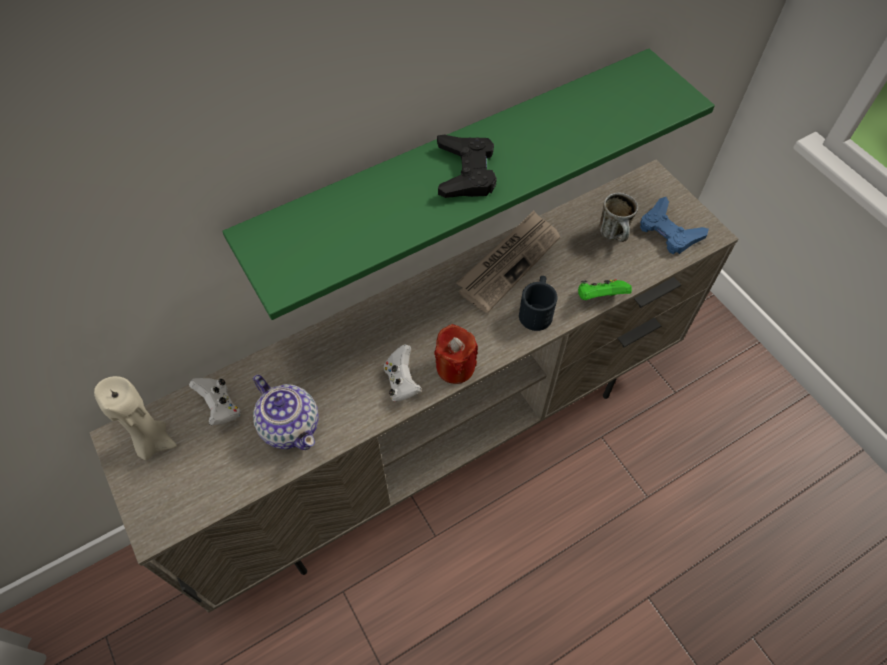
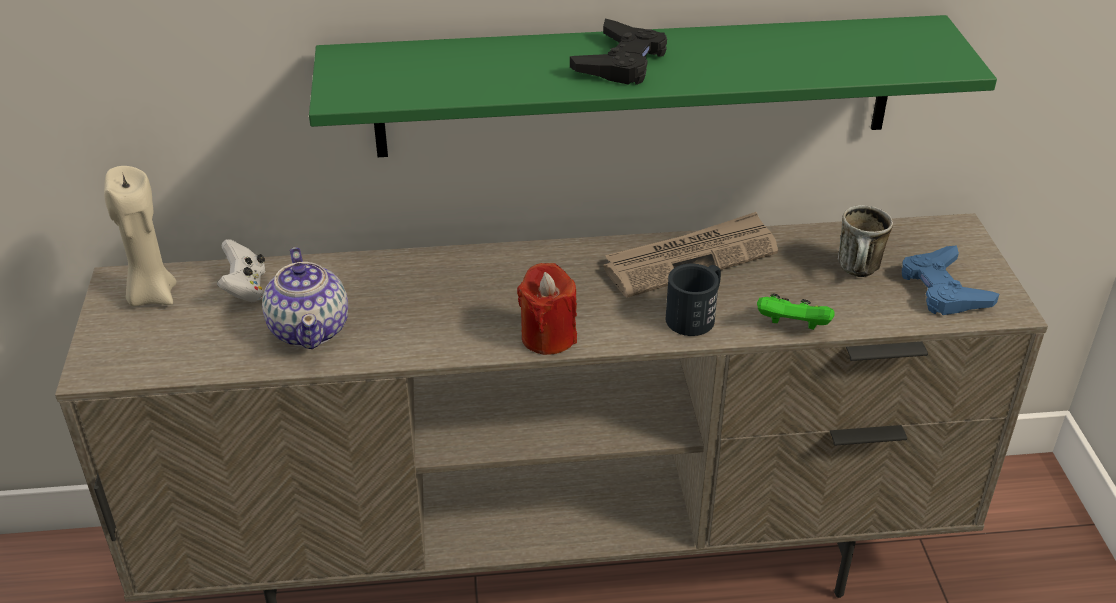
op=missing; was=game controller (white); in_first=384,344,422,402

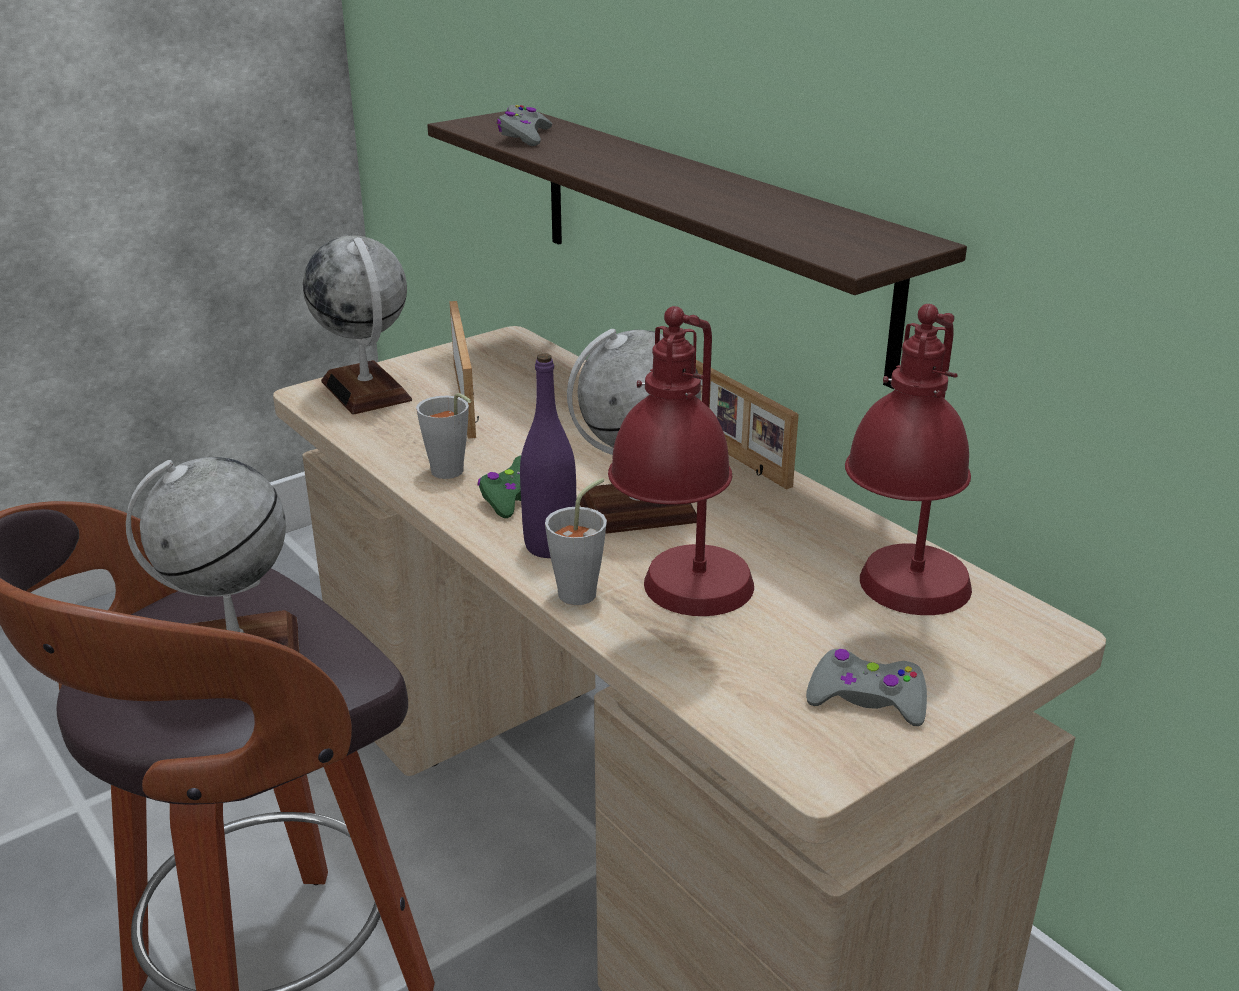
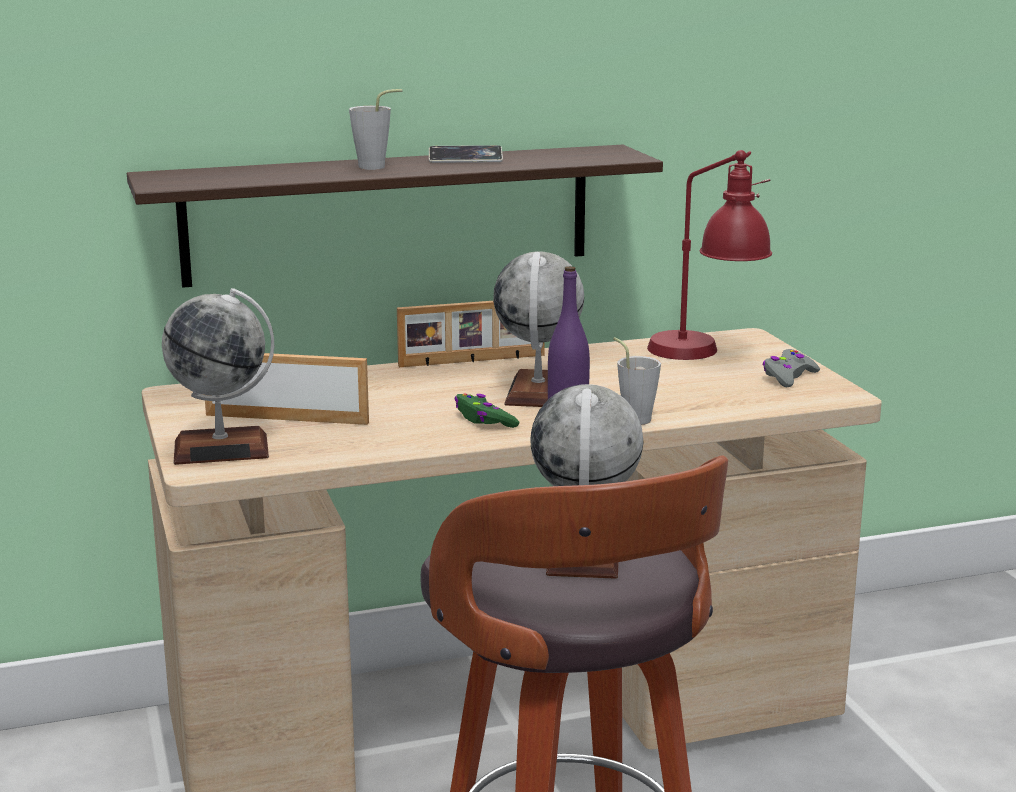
op=missing; was=game controller (grey); in_first=497,105,552,146
op=missing; was=table lamp (red); in_first=608,306,754,616
op=appeared; now=phone; in_second=429,145,503,163
op=relocated; was=cup (grey); in_first=416,393,471,479; in_second=349,89,402,170

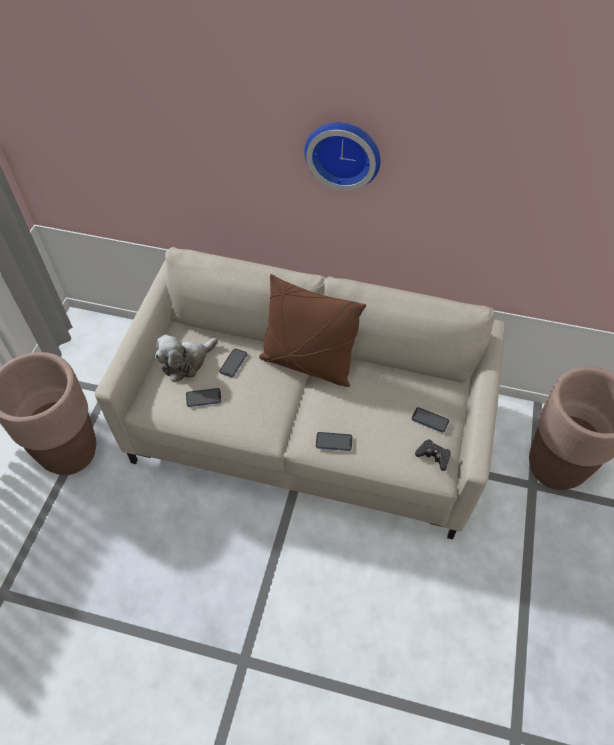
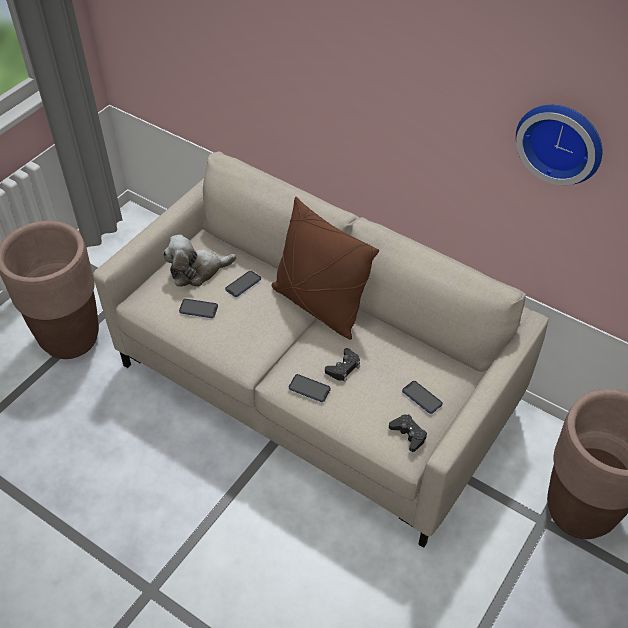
op=appeared; now=game controller (black); in_second=325,348,360,382
op=relocated; was=wall clock; in_first=305,122,381,191; in_second=516,105,602,185

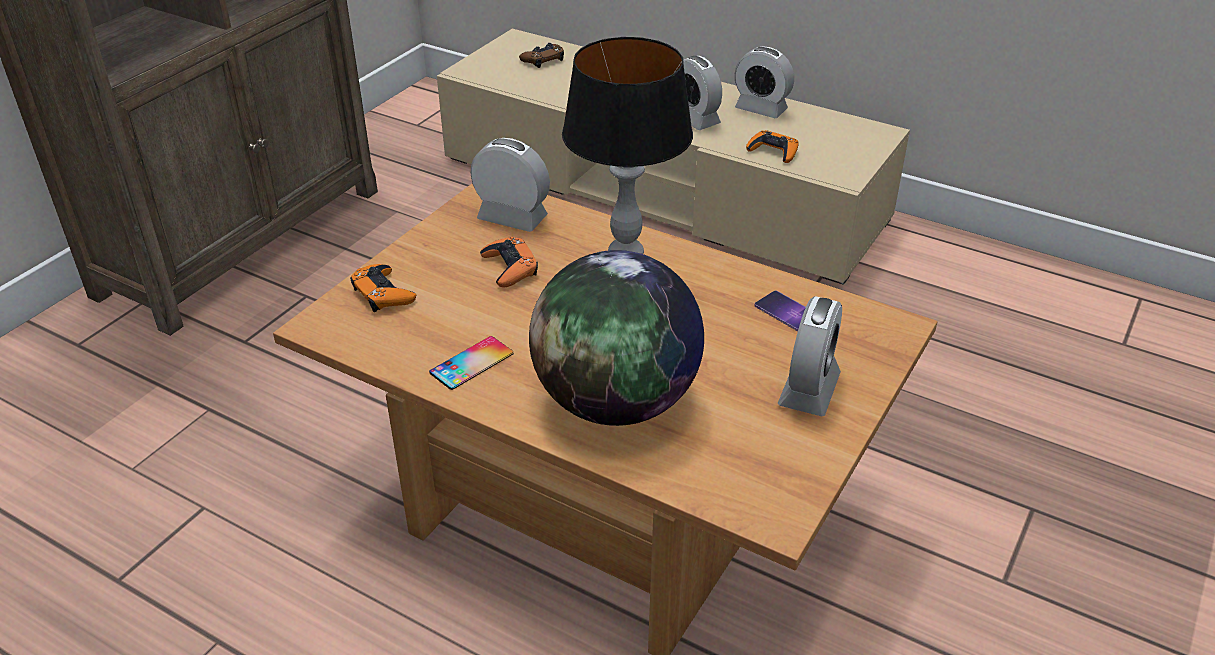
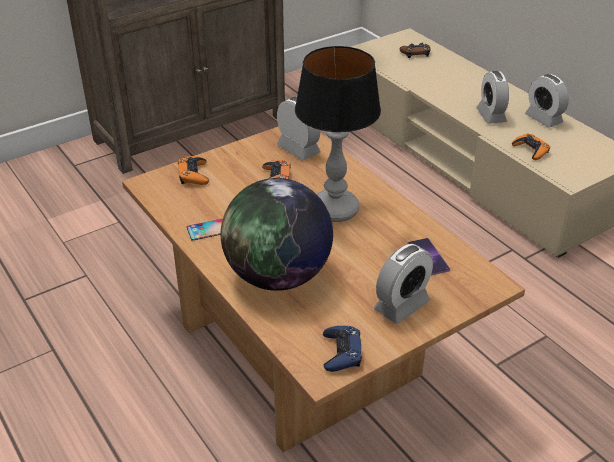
op=appeared; now=game controller (blue); in_second=323,326,362,372

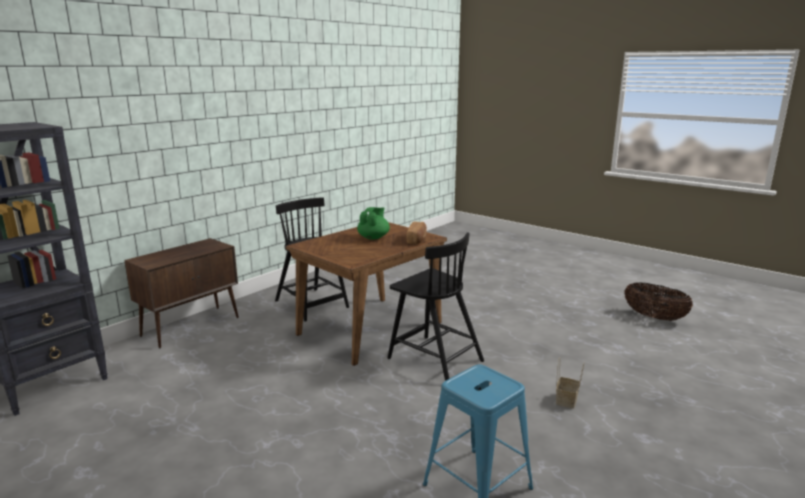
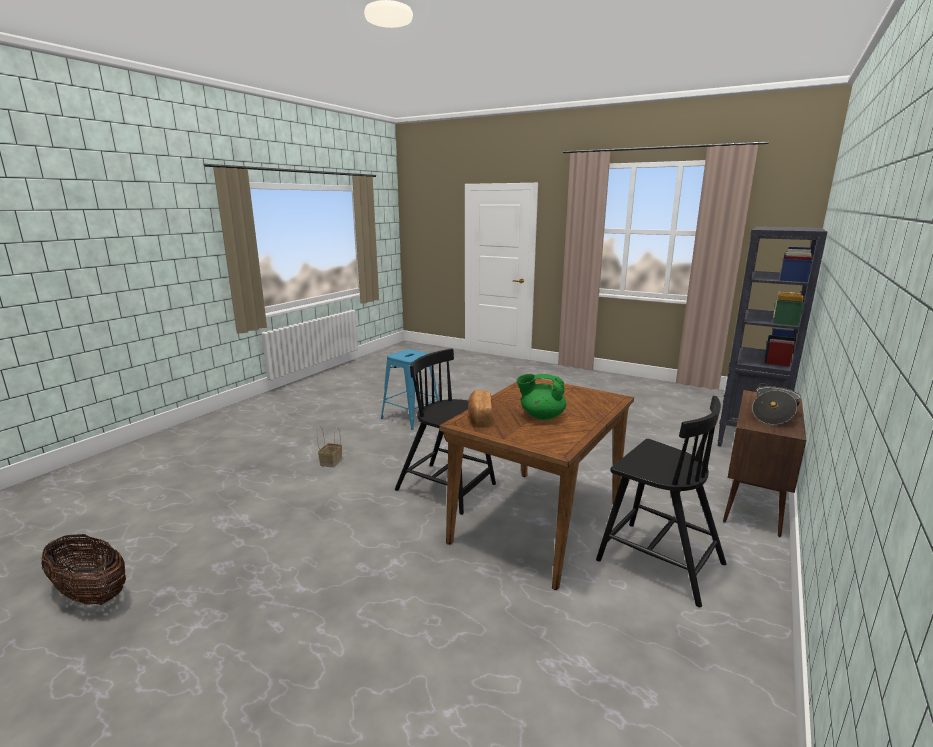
op=appeared; now=cooking pot; in_second=752,383,801,425
op=spun; was=teapot (green); in_first=357,207,390,240; in_second=517,374,566,420; clockwise=90

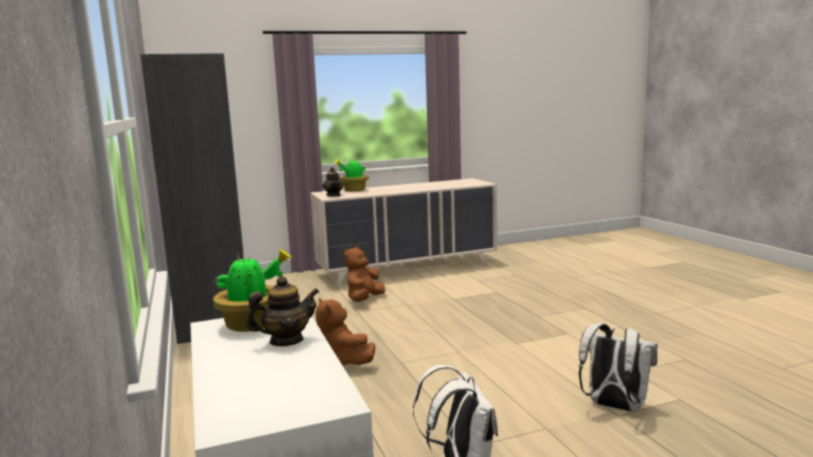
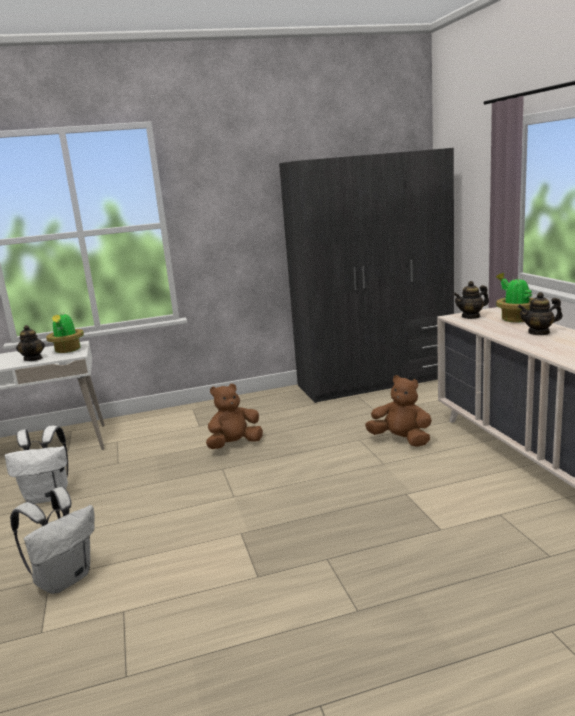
op=appeared; now=teapot; in_second=518,292,562,335

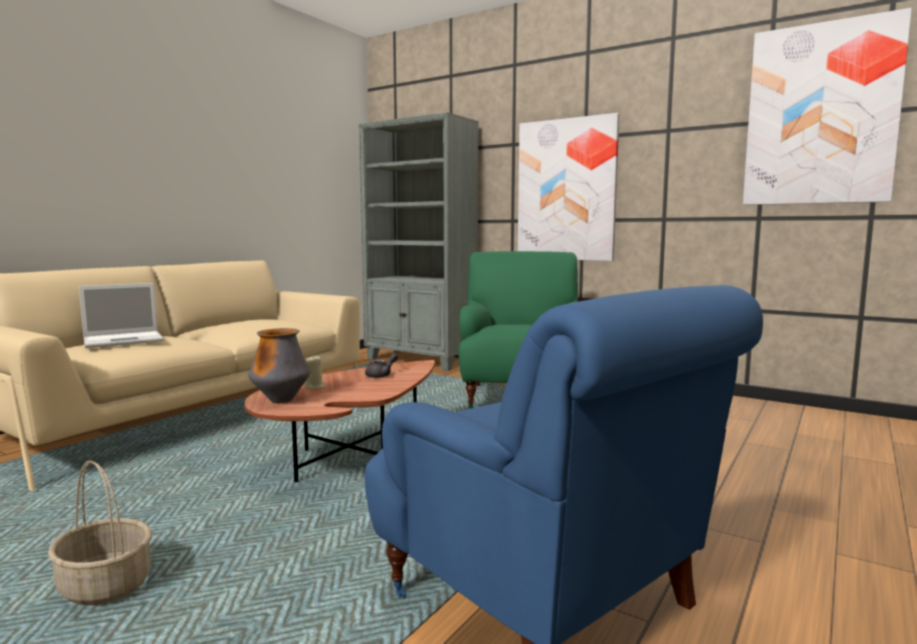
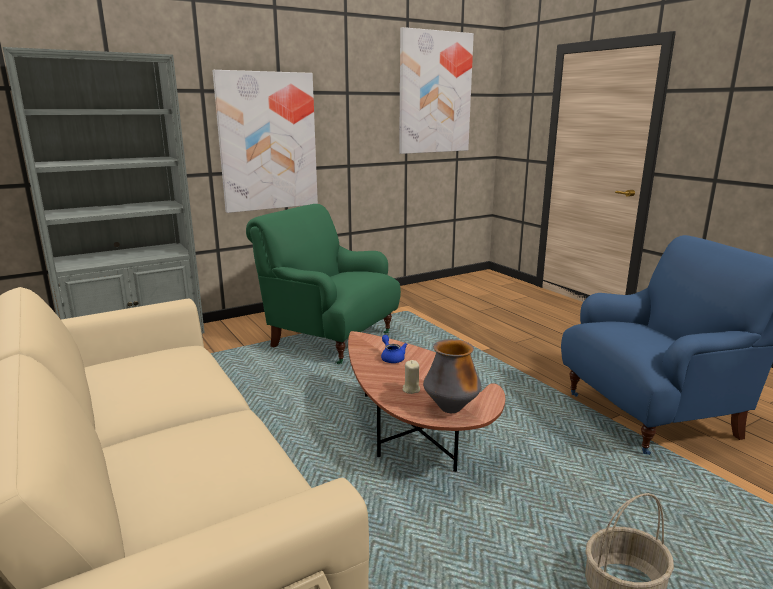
op=missing; was=laptop; in_first=79,283,164,348
op=colour; was=teapot (grey); now=teapot (blue); in_first=365,353,398,378; in_second=381,335,407,363

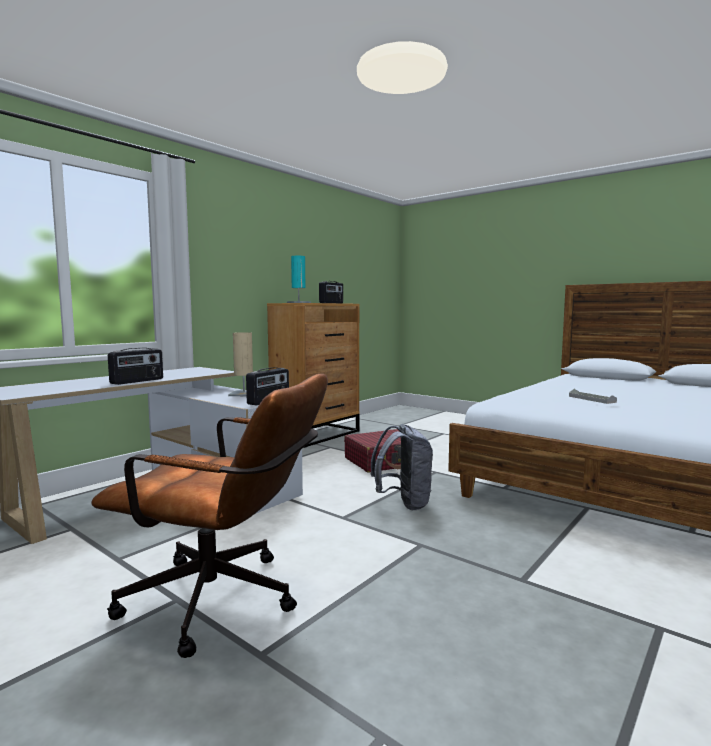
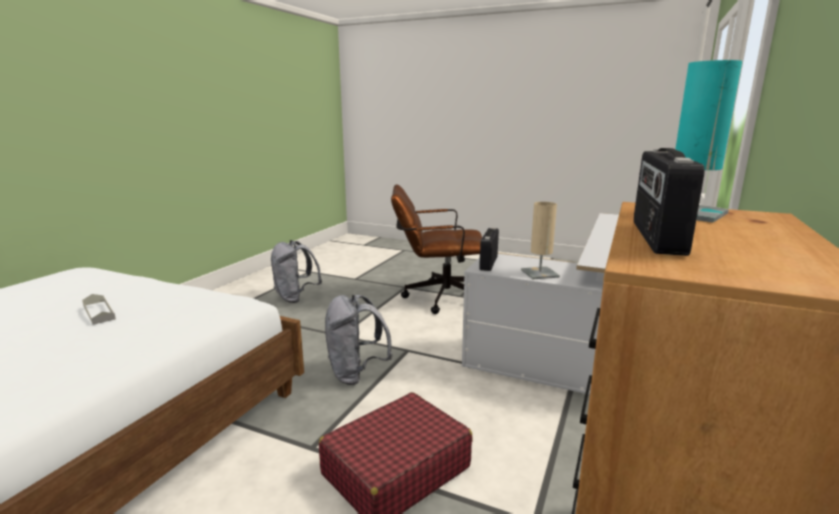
op=missing; was=radio; in_first=108,348,163,385
op=appeared; now=backpack (grey); in_second=271,240,322,303

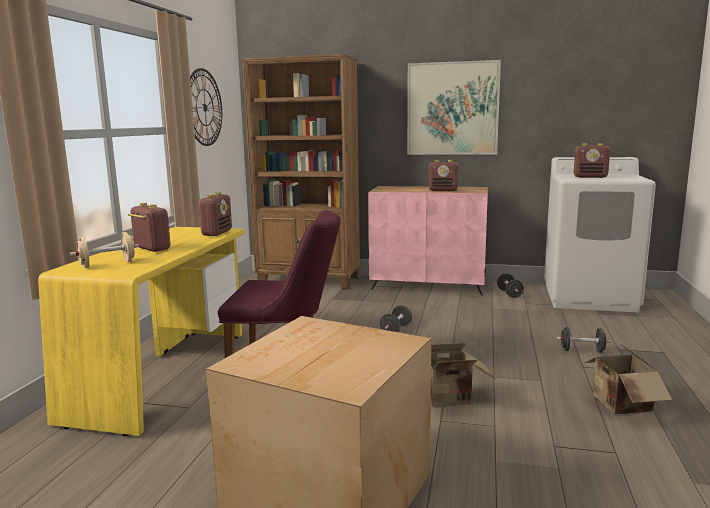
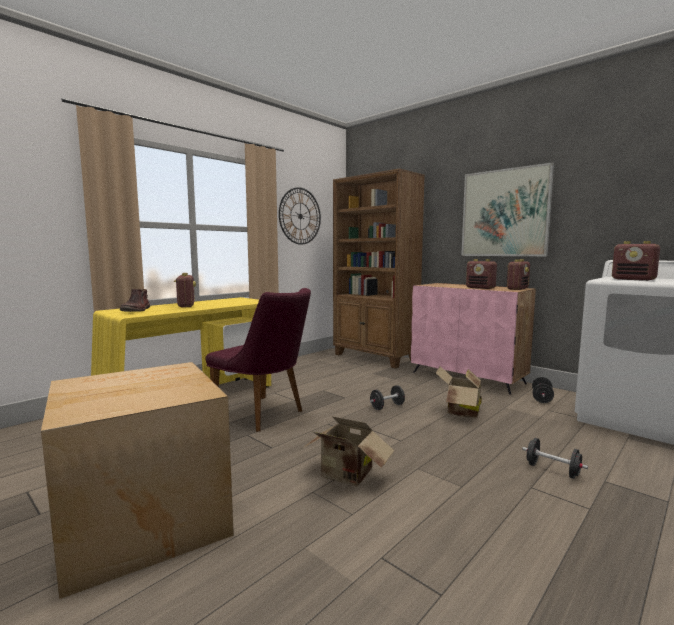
op=relocated; was=radio; in_first=198,192,232,236; in_second=507,259,530,290
op=relocated; was=cardboard box; in_first=584,343,672,415; in_second=436,366,482,418
op=exchanged; was=dumbbell (beige); now=boot (brown); in_first=70,232,139,268; in_second=120,289,150,312

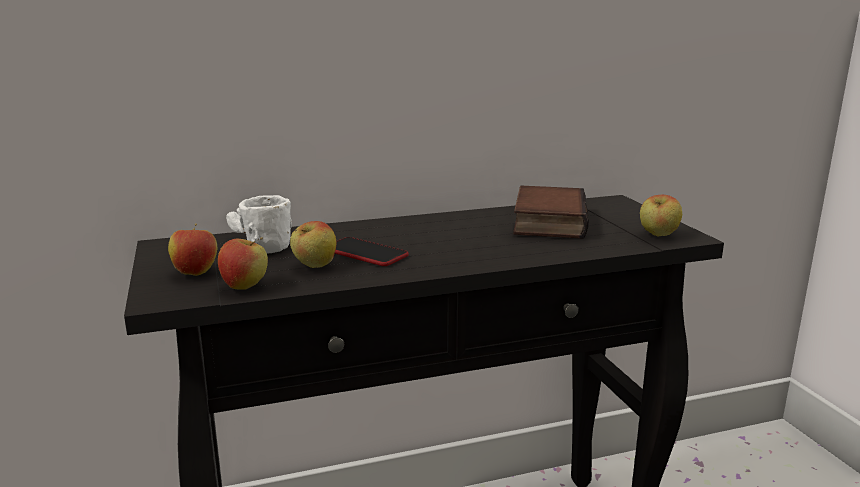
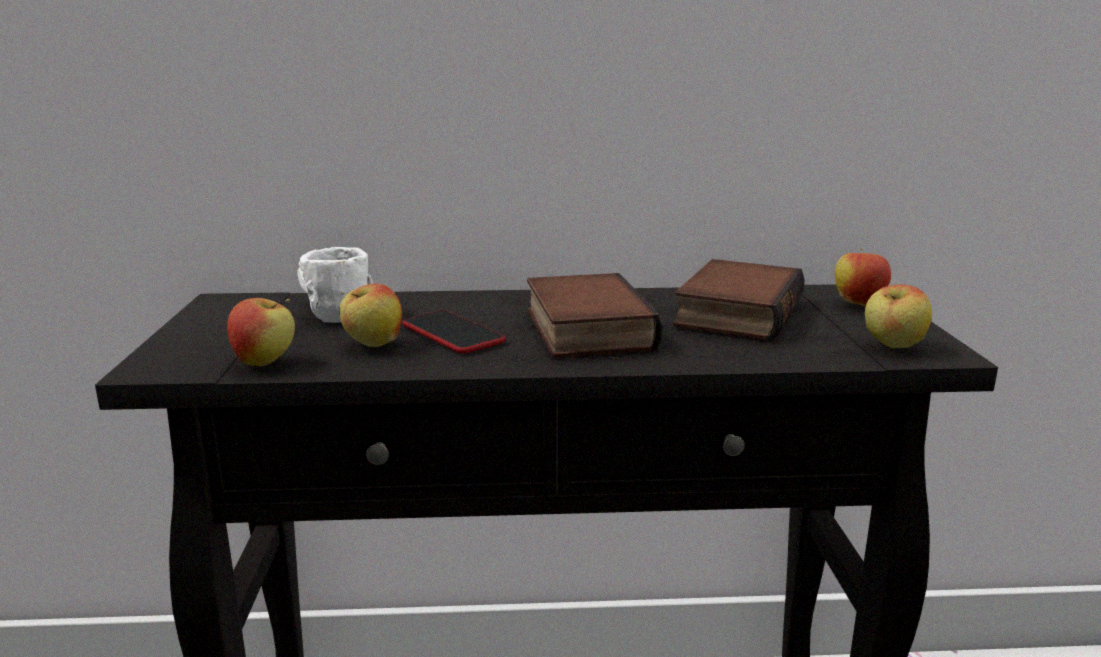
op=appeared; now=book; in_second=527,273,663,358
op=relocated; was=apple; in_first=168,223,217,276; in_second=835,248,891,307

